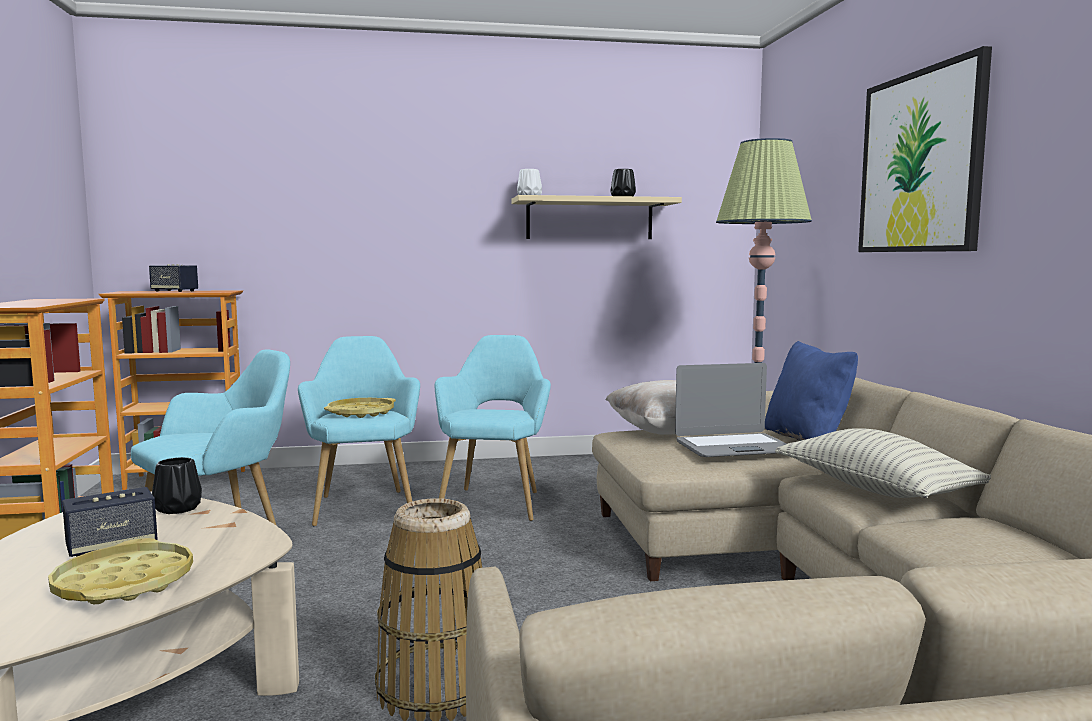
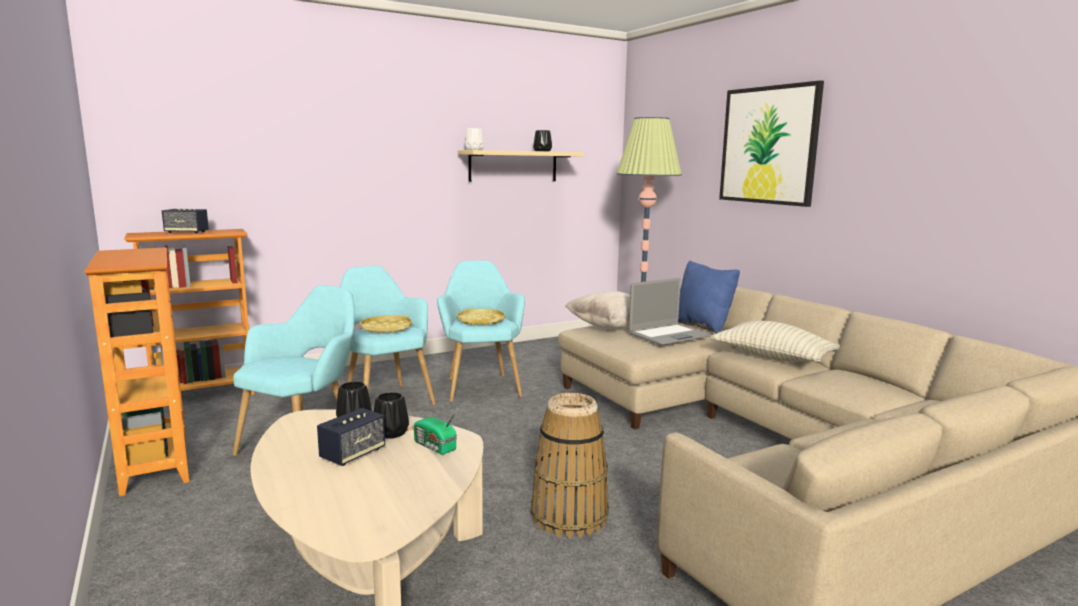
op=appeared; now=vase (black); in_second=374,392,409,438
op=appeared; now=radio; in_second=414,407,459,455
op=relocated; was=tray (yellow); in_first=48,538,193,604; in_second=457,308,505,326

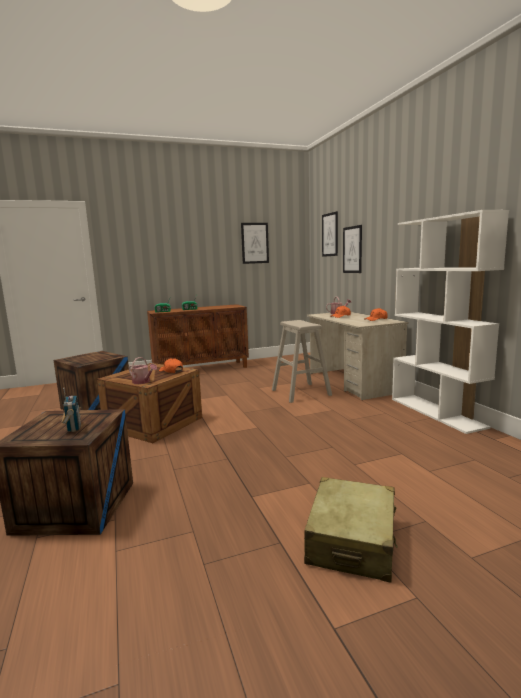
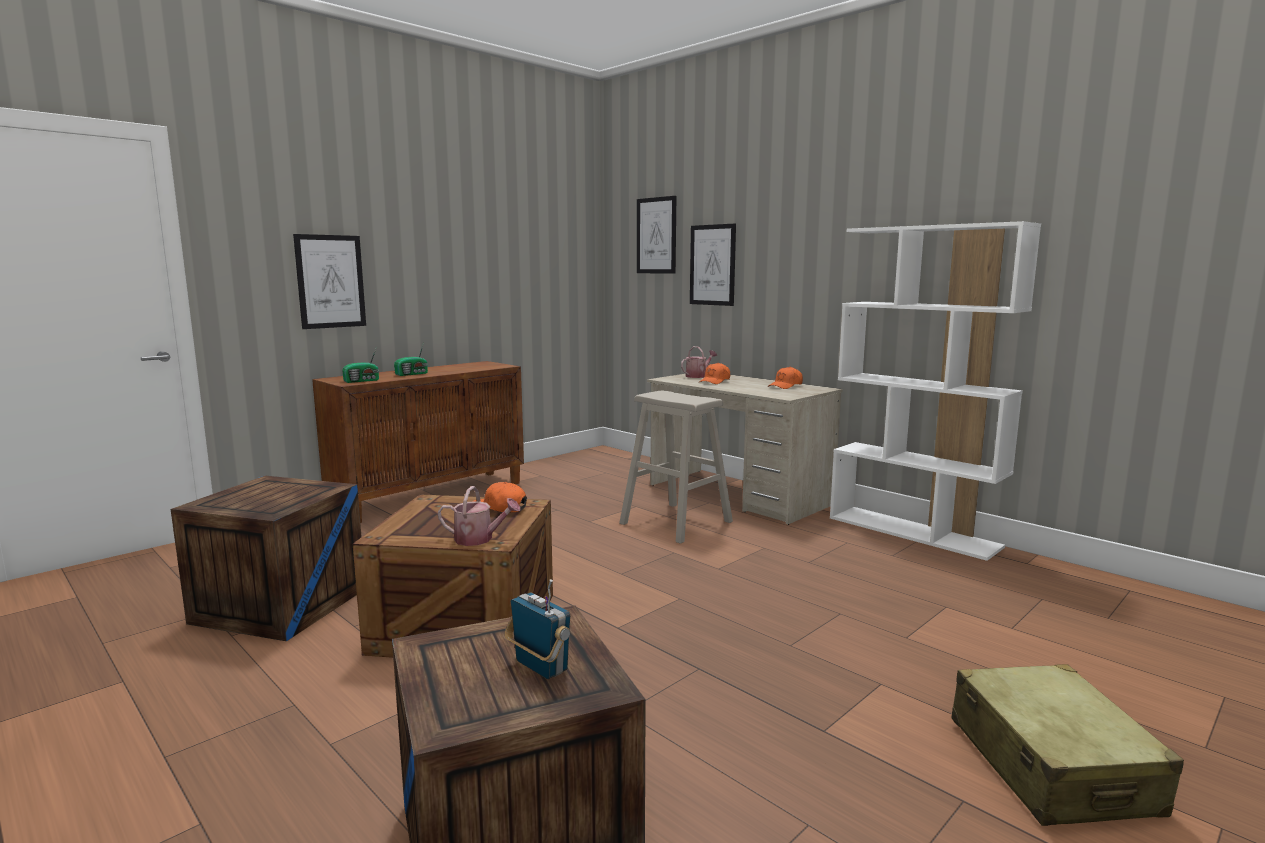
op=relocated; was=picture; in_first=241,223,269,264; in_second=293,234,366,329

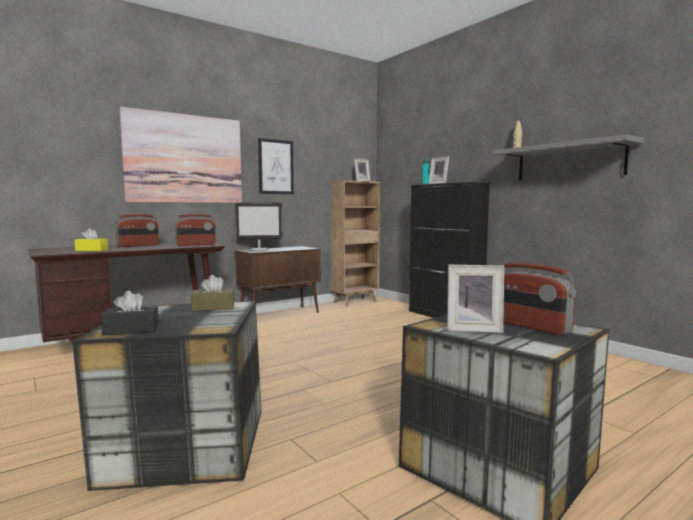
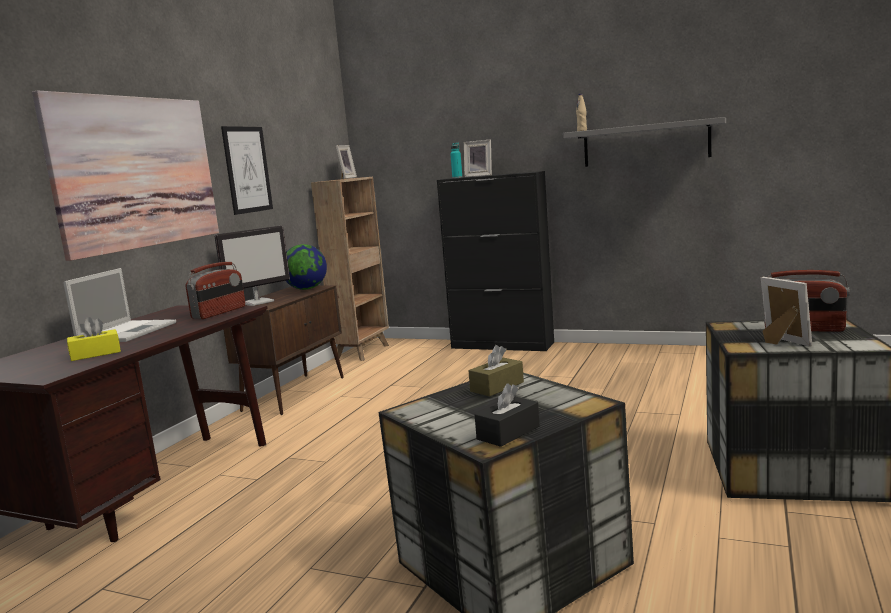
op=appeared; now=globe; in_second=286,244,327,290
op=exchanged; was=radio; now=laptop; in_first=115,214,159,247; in_second=63,268,176,342
op=spun; was=picture frame; in_first=447,265,504,333; in_second=761,277,812,347; clockwise=-90

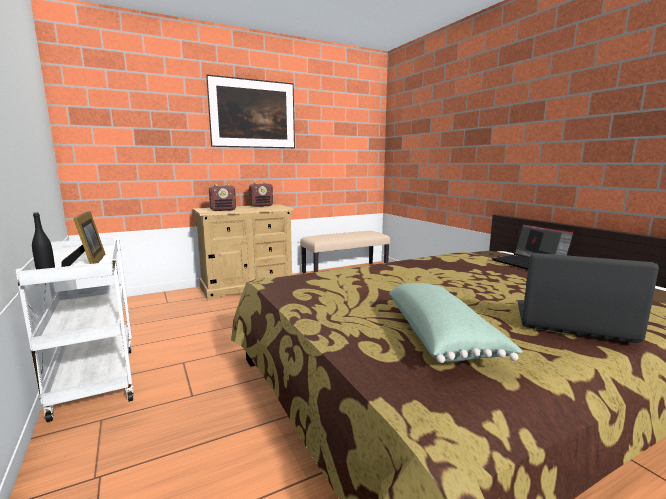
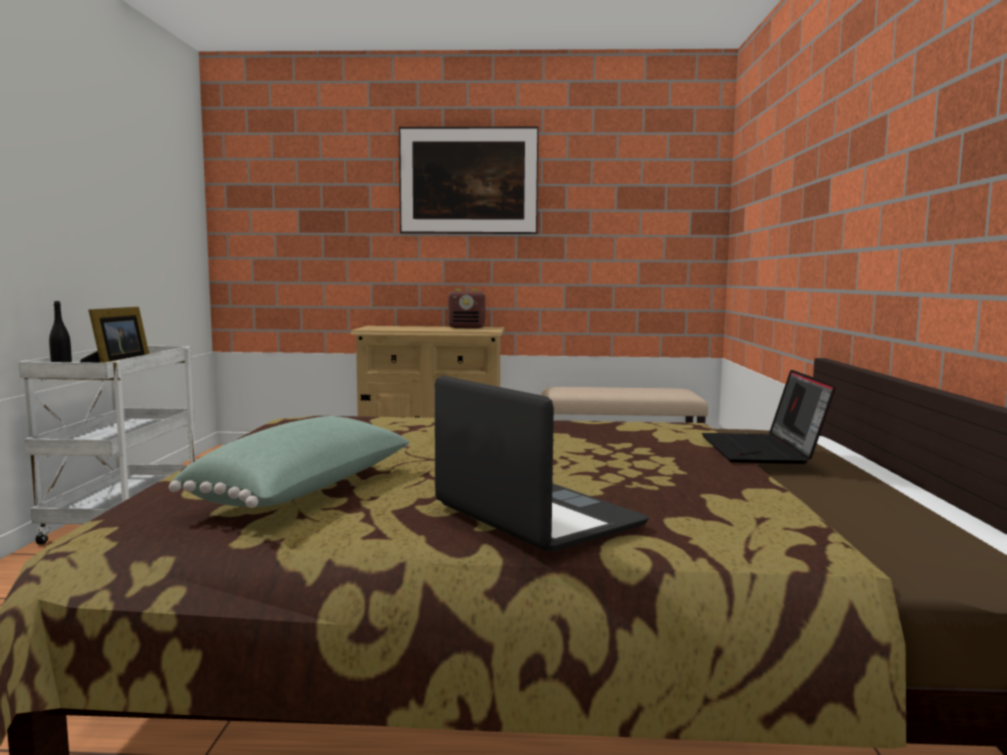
op=missing; was=radio; in_first=209,184,236,211

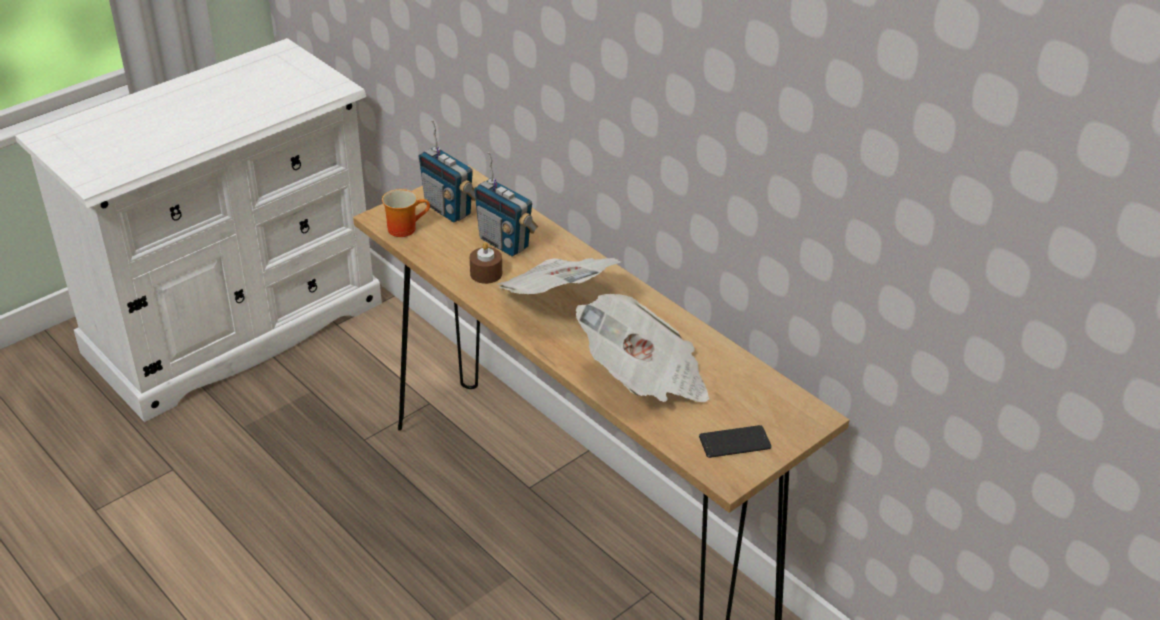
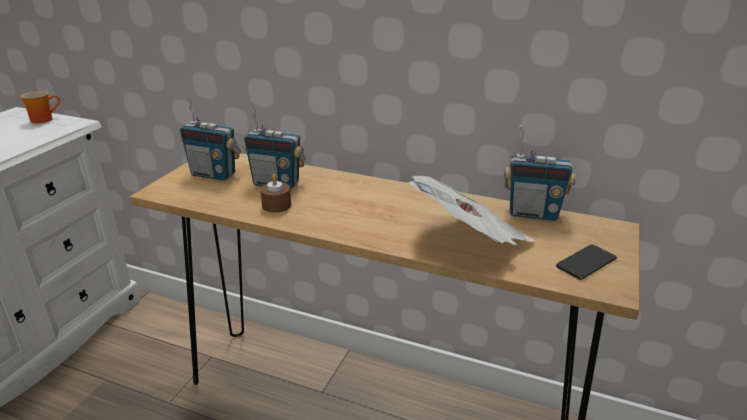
op=missing; was=newspaper; in_first=496,258,621,294
op=appeared; now=radio; in_second=504,125,576,221
op=relocated; was=mug; in_first=382,189,430,237; in_second=20,91,60,124

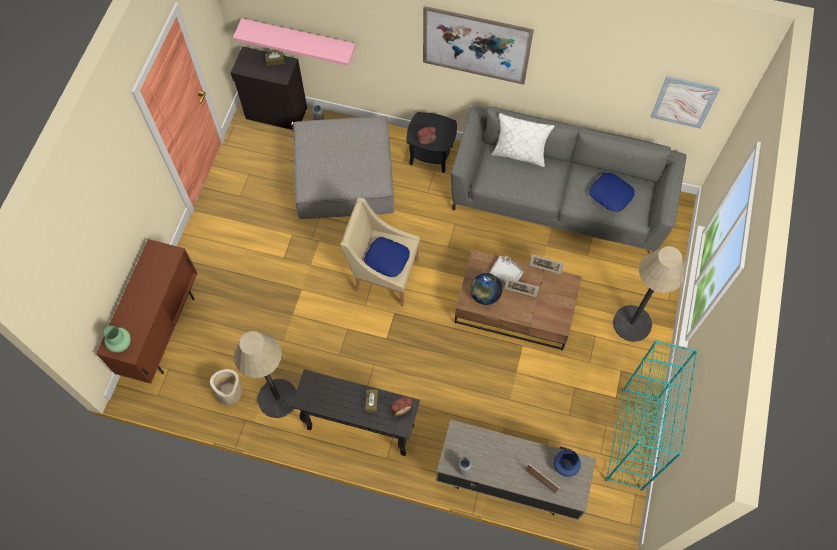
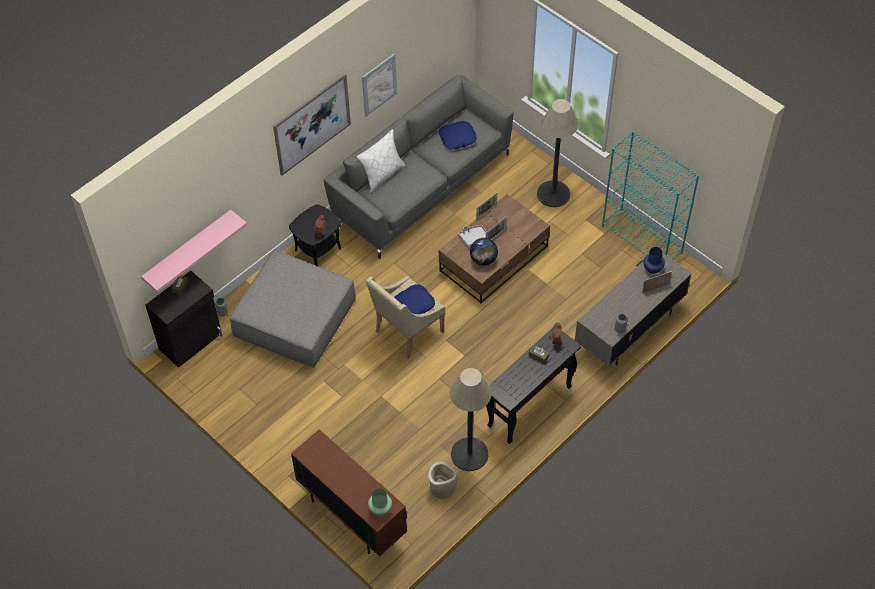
op=relocated; was=picture; in_first=650,76,720,129; in_second=362,54,397,117

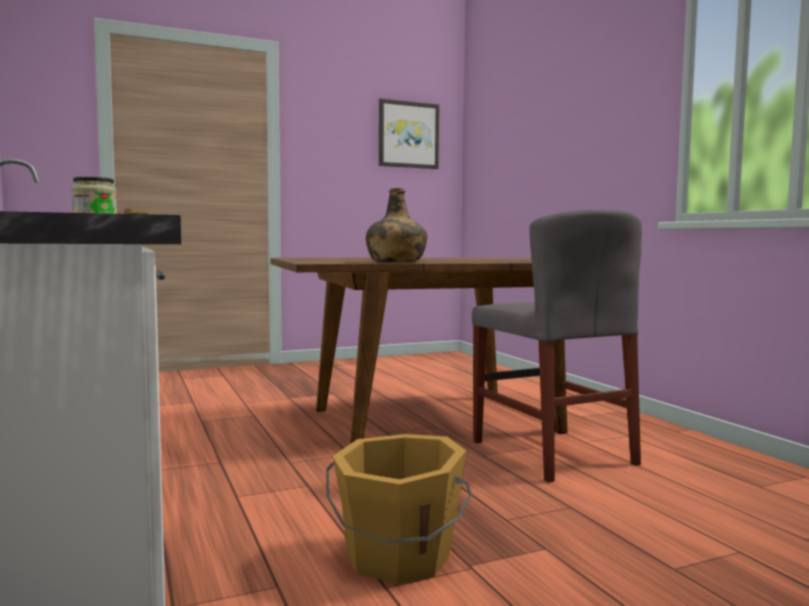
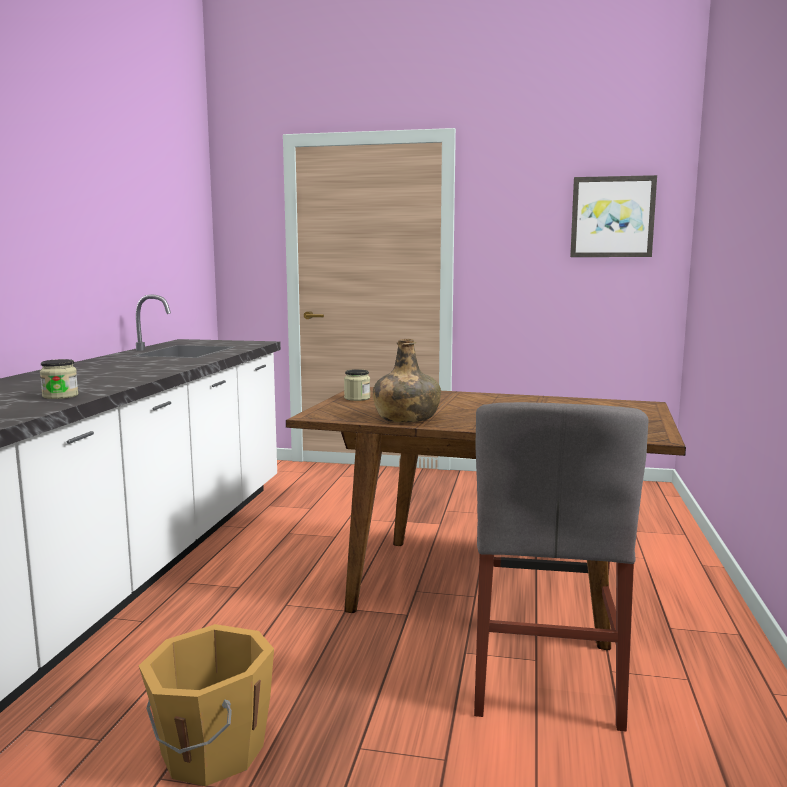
op=appeared; now=jar; in_second=344,369,370,401

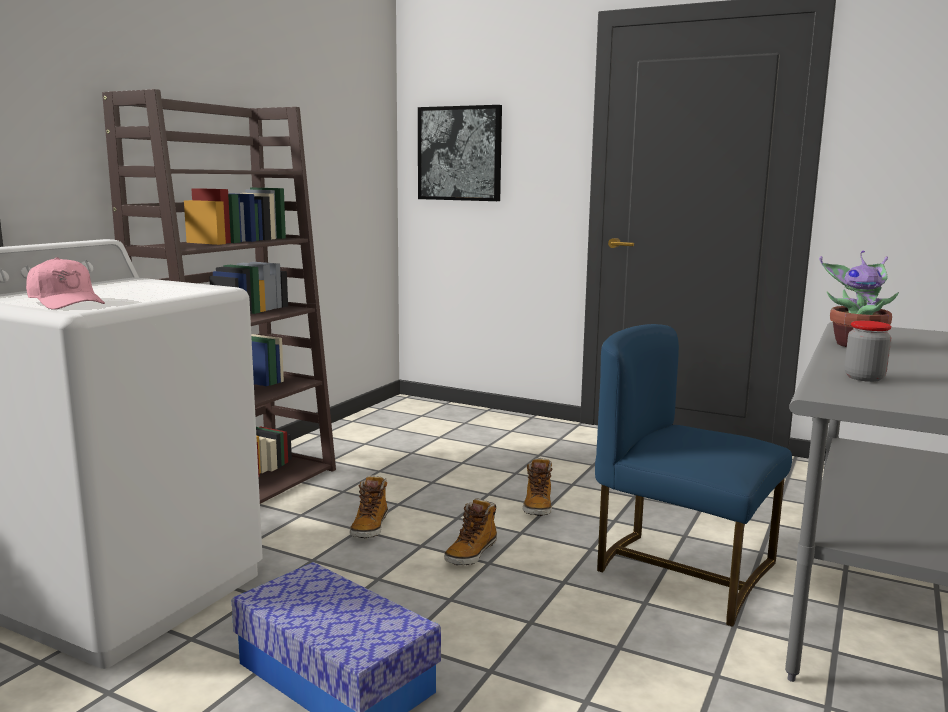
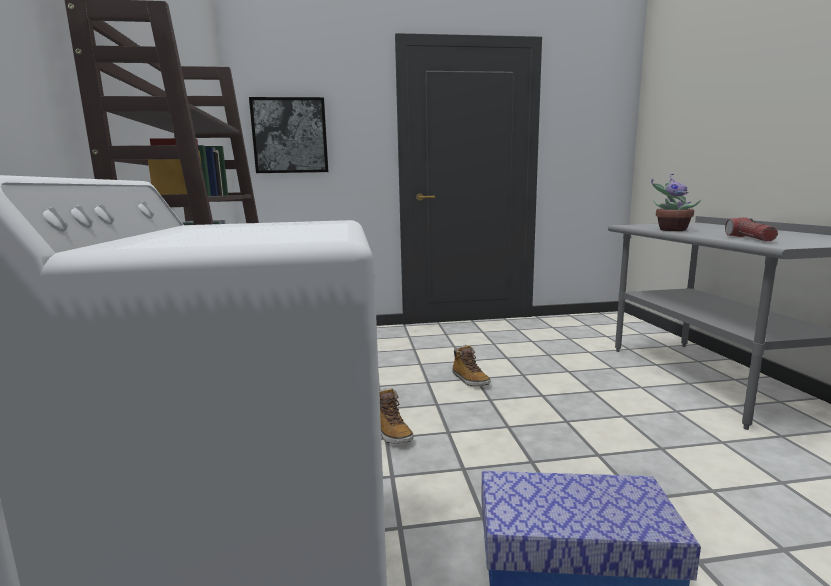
op=missing; was=cap (pink); in_first=26,257,105,310
op=missing; was=boot; in_first=444,498,497,565
op=missing; was=chair (blue); in_first=595,324,792,627
op=exchanged; was=jar; now=flashlight; in_first=845,321,891,382; in_second=725,217,778,242

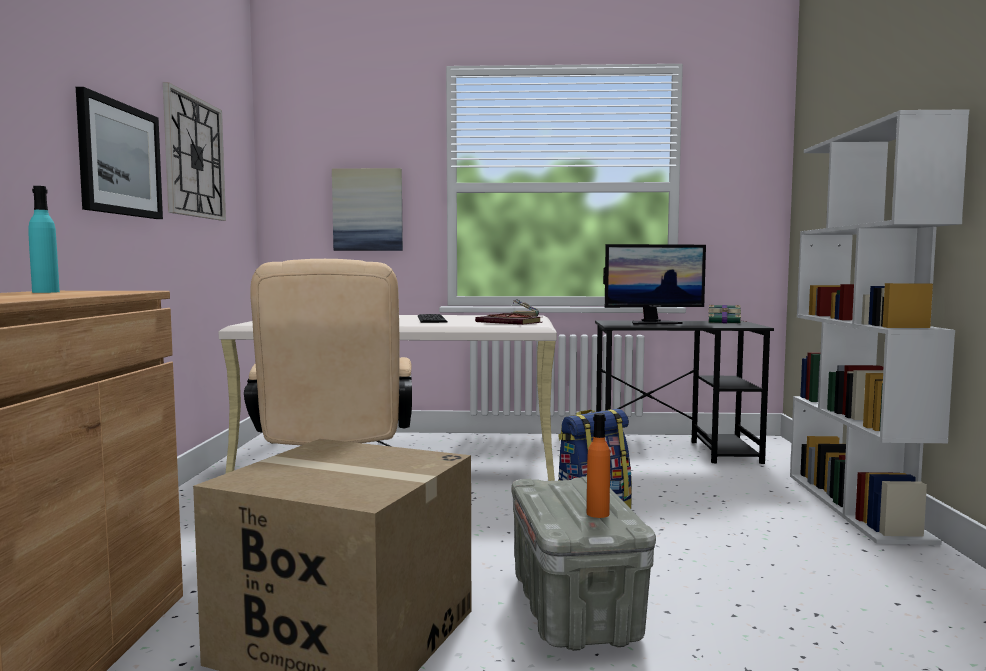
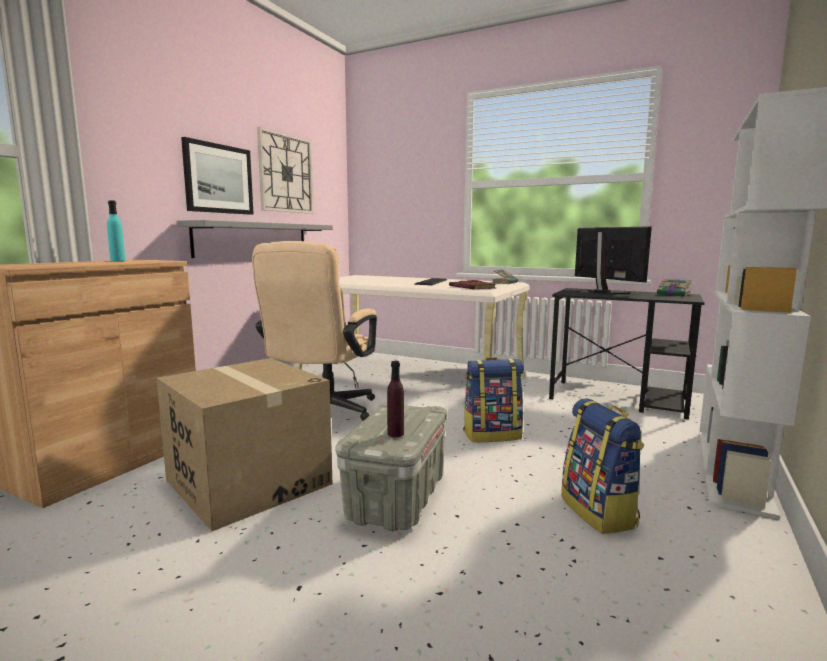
op=missing; was=picture; in_first=332,168,403,251
op=appeared; now=shelf (grey); in_second=177,220,333,258
op=appeared; now=backpack; in_second=561,398,644,534
op=colour; was=bottle (orange); now=bottle (purple); in_first=587,413,610,518; in_second=387,361,404,437
op=spun; was=monitor; in_first=603,244,706,325; in_second=575,226,652,294; clockwise=-135

